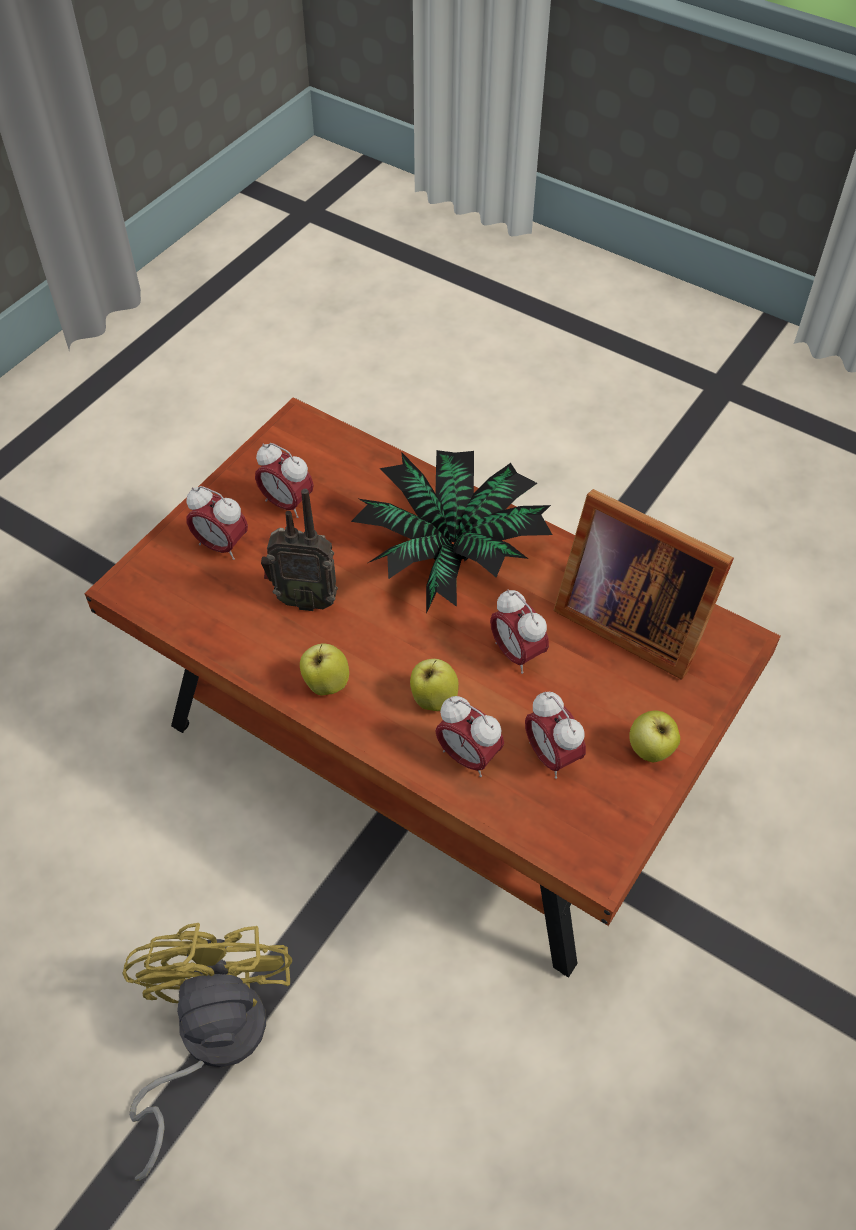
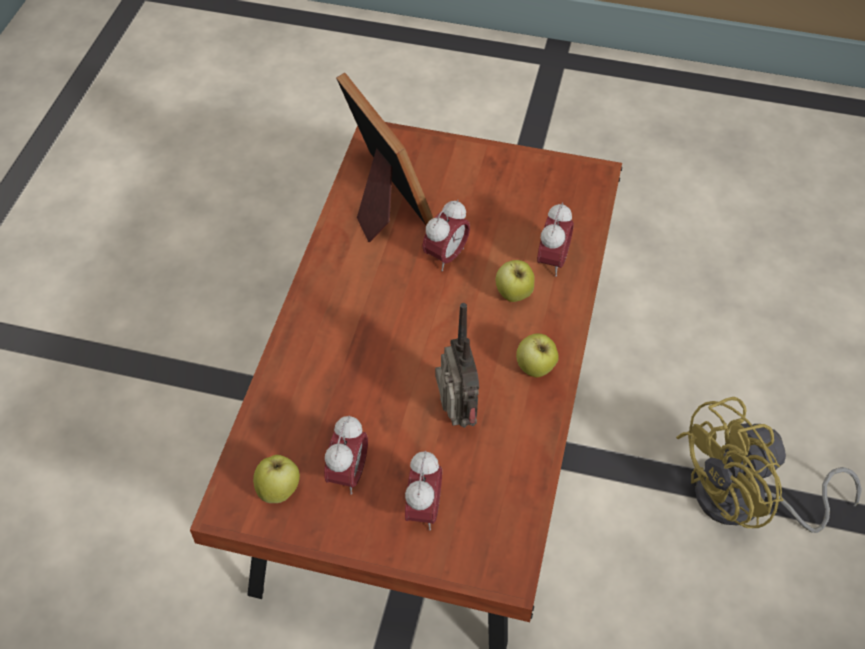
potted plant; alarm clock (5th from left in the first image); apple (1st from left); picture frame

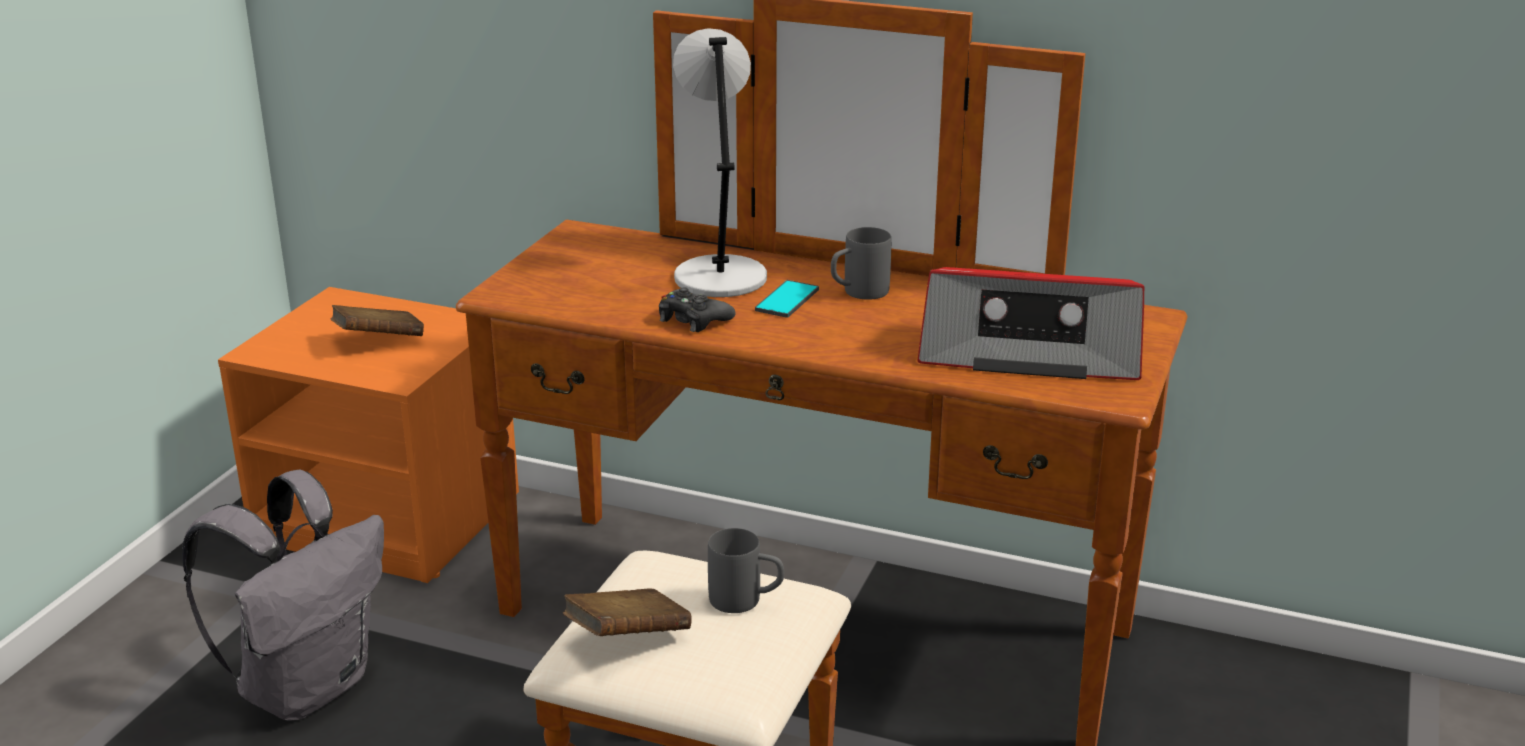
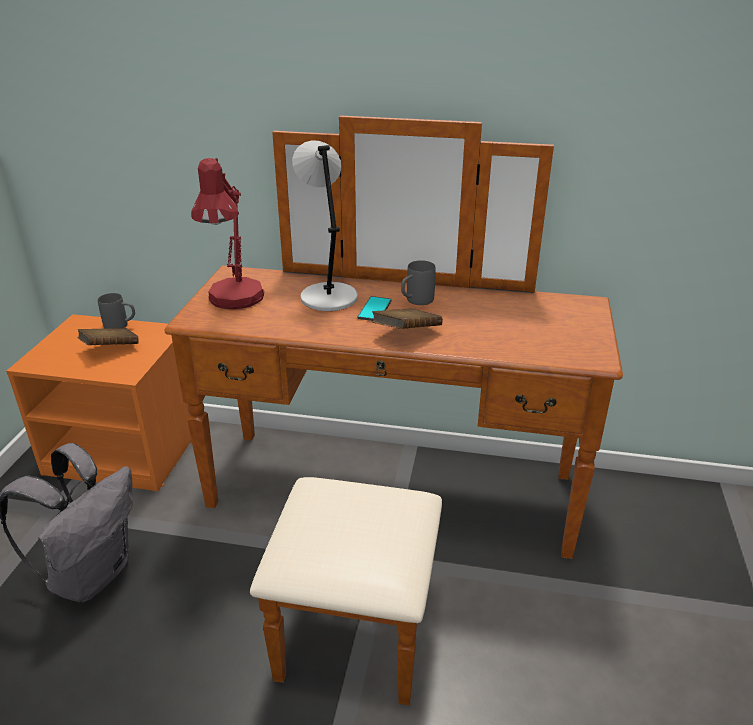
game controller in black; radio; table lamp in red; book in brown (2nd from left); mug in grey (1st from left)

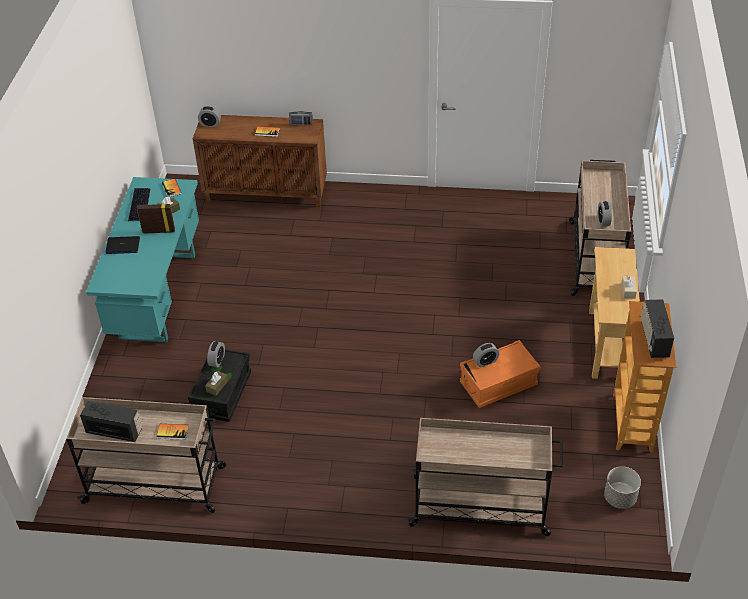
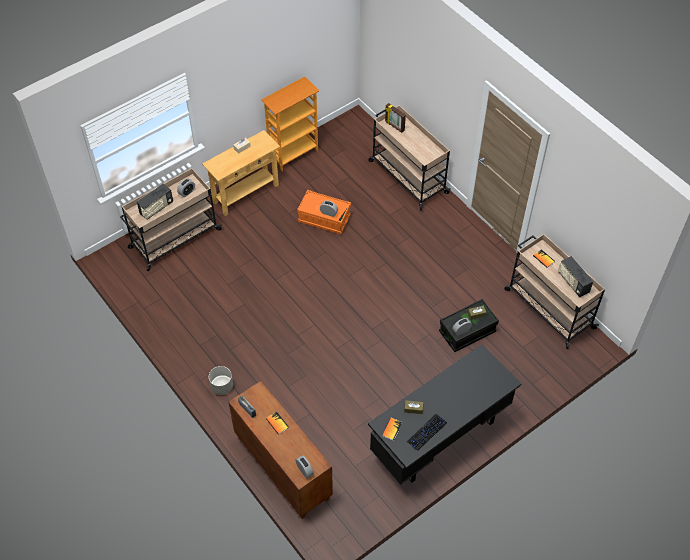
laptop; picture frame; planter in grey; radio (1st from left); desk in black

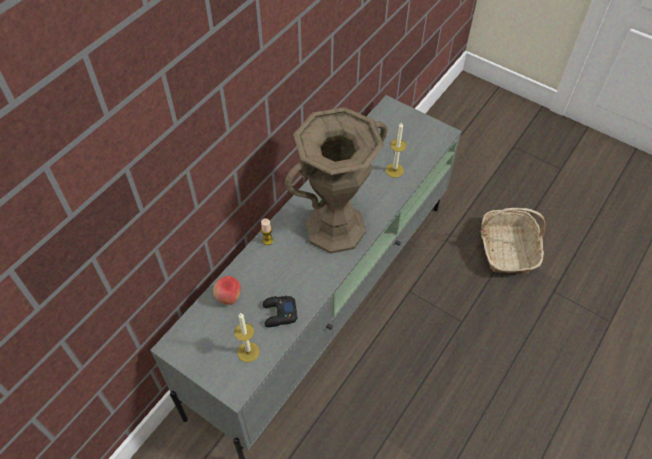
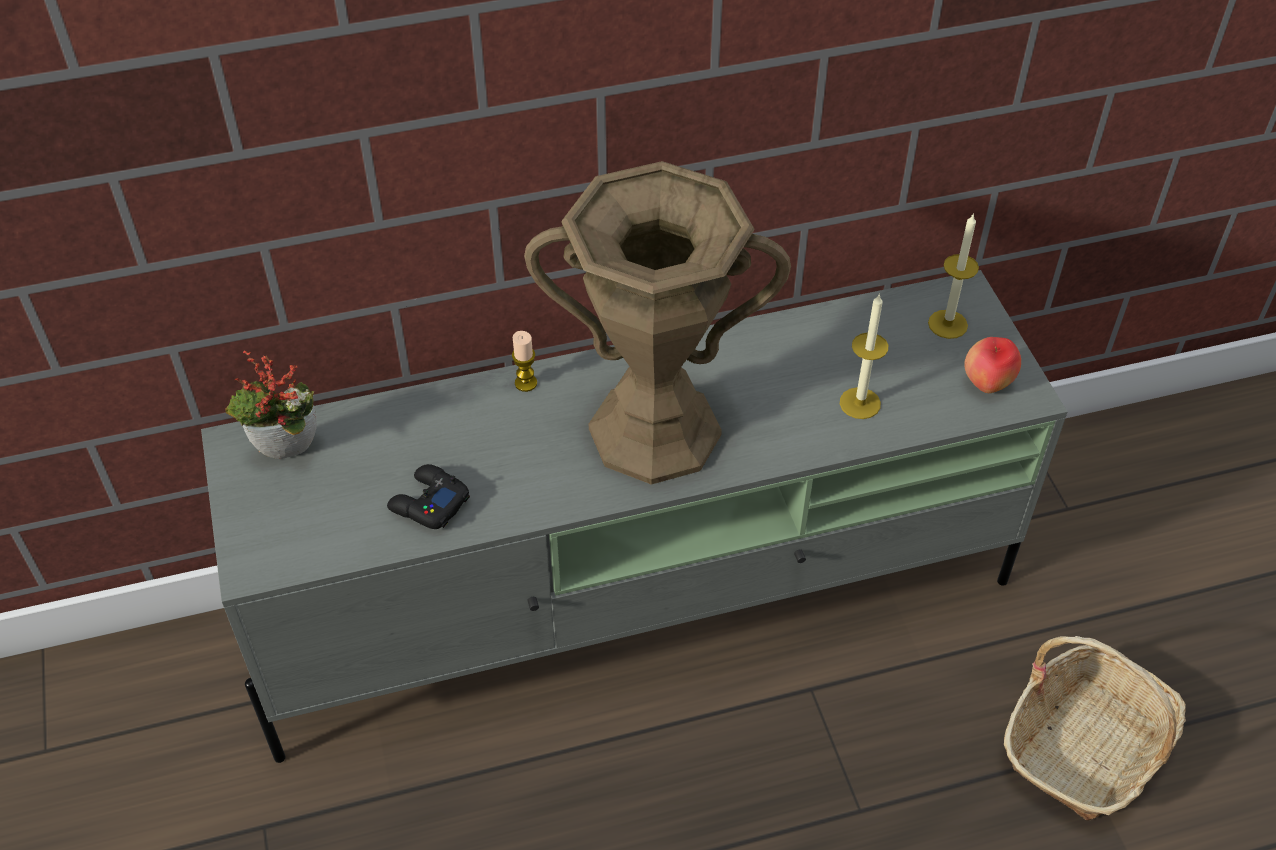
potted plant; apple; candle (3rd from left)

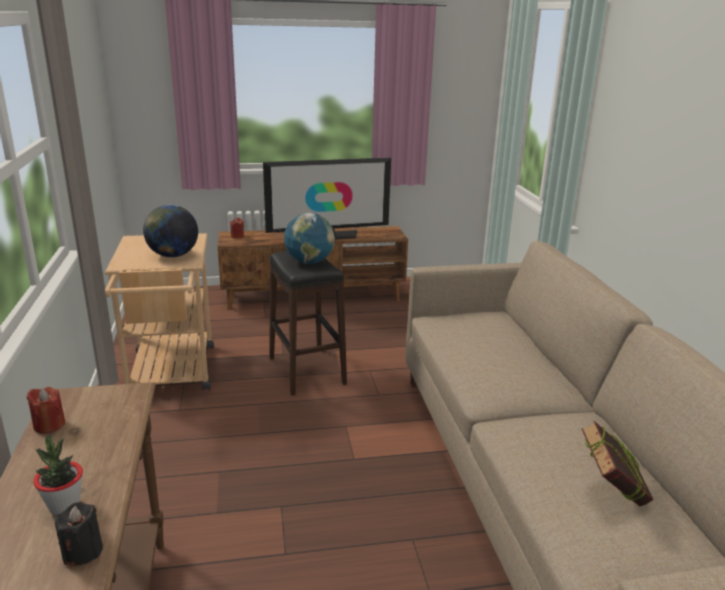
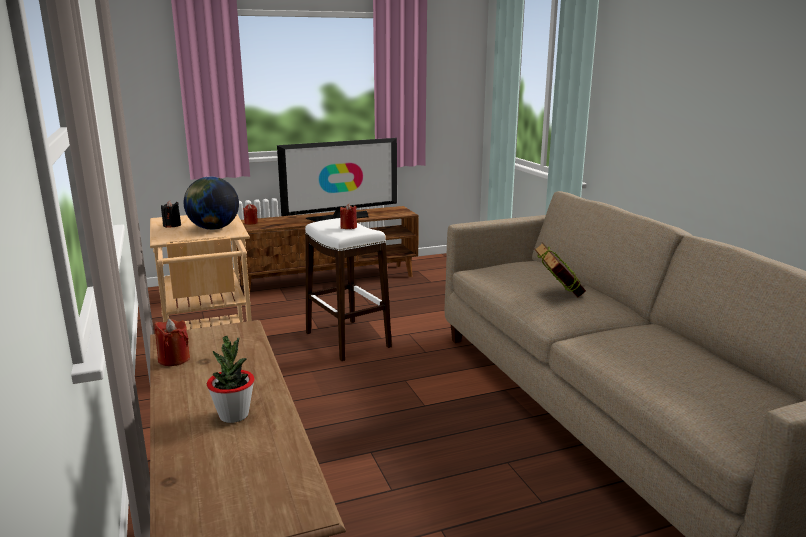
candle in black; book; candle in red (3rd from left); stool in white

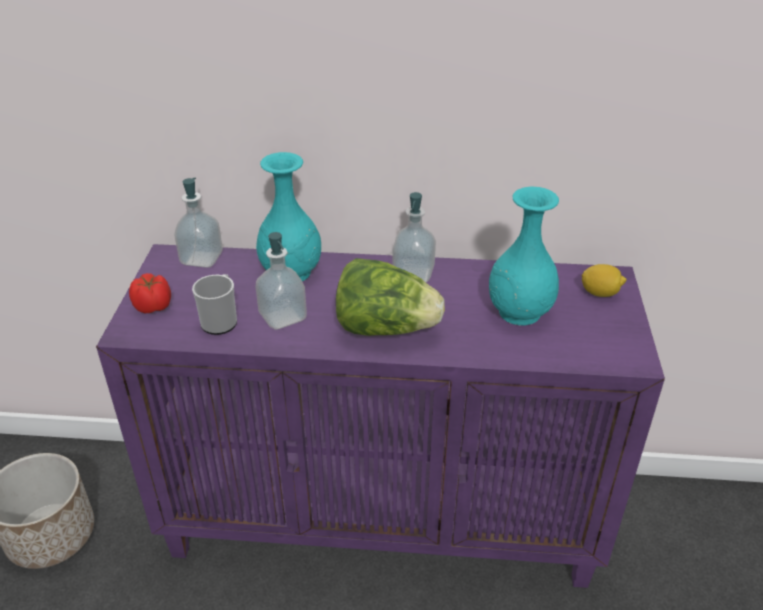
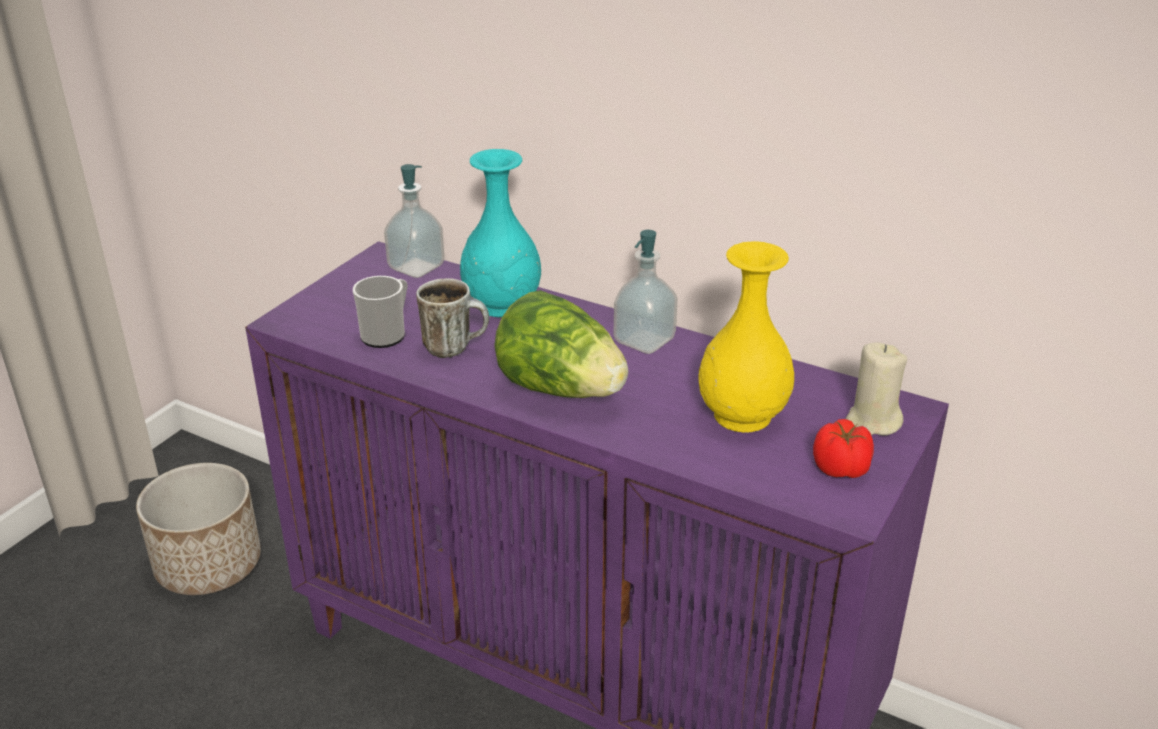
tomato; mug (2nd from left); candle in beige; vase in yellow

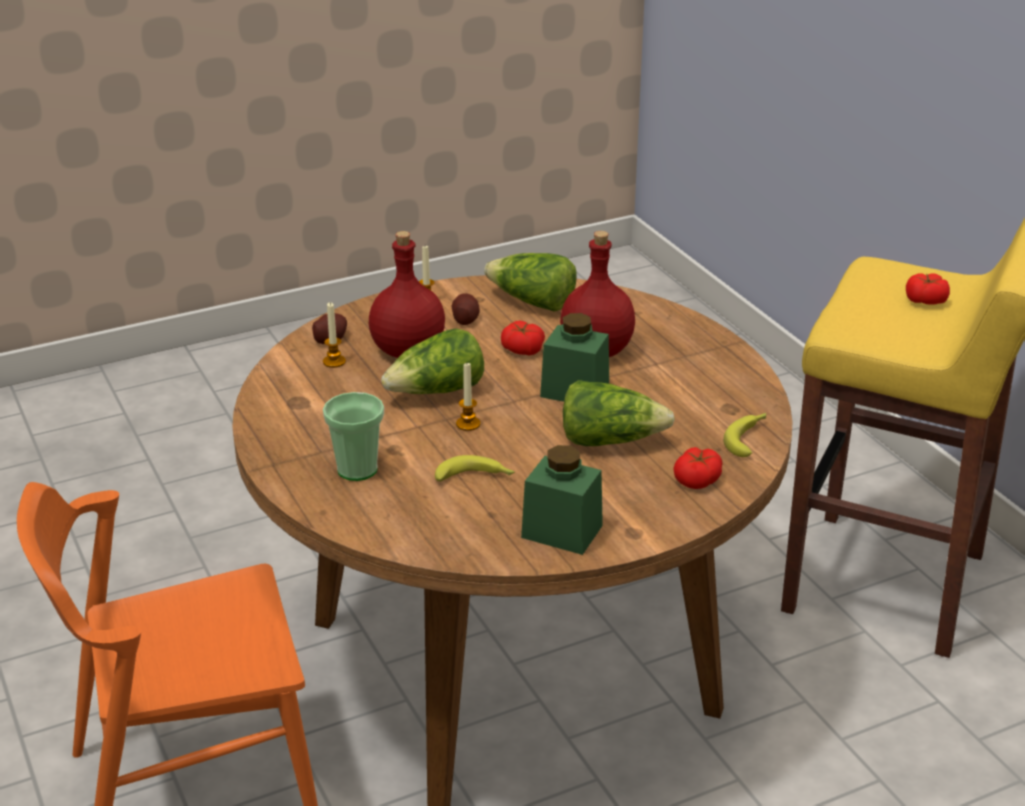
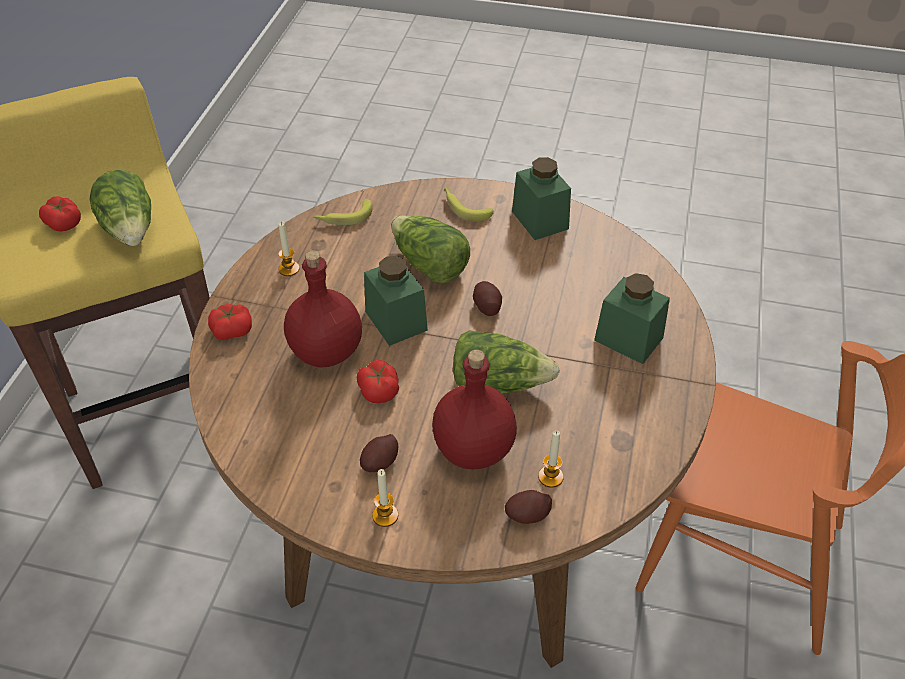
potato (2nd from left); banana (2nd from left); candle (1st from left); lettuce (1st from left); tomato (2nd from left); jar in green (3rd from left)

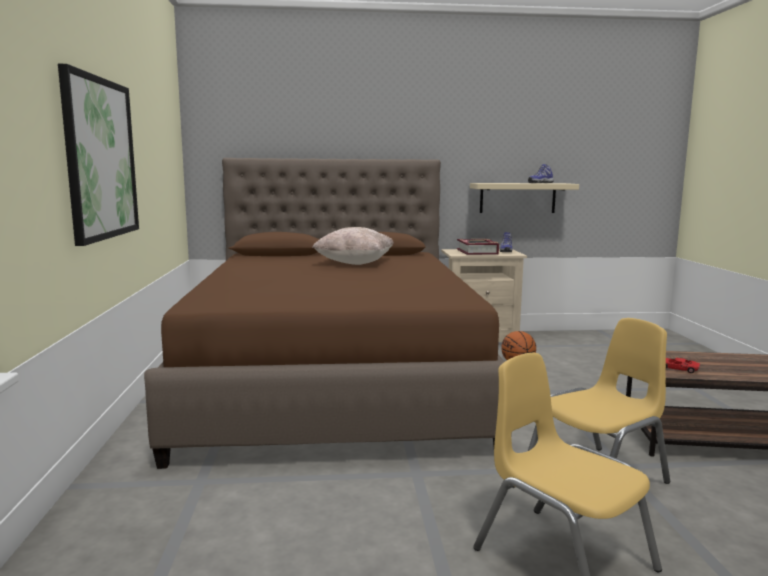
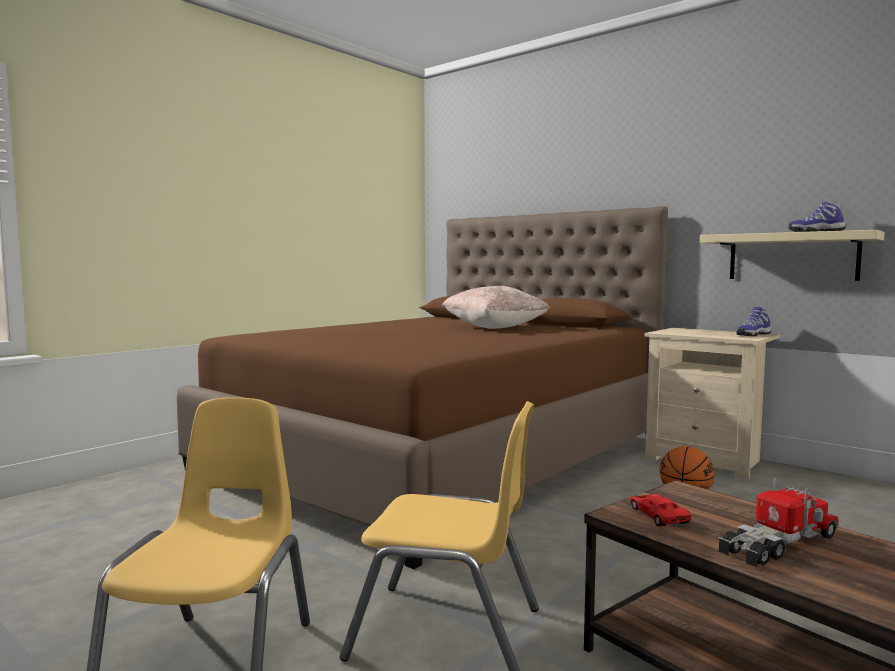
picture; book; toy truck

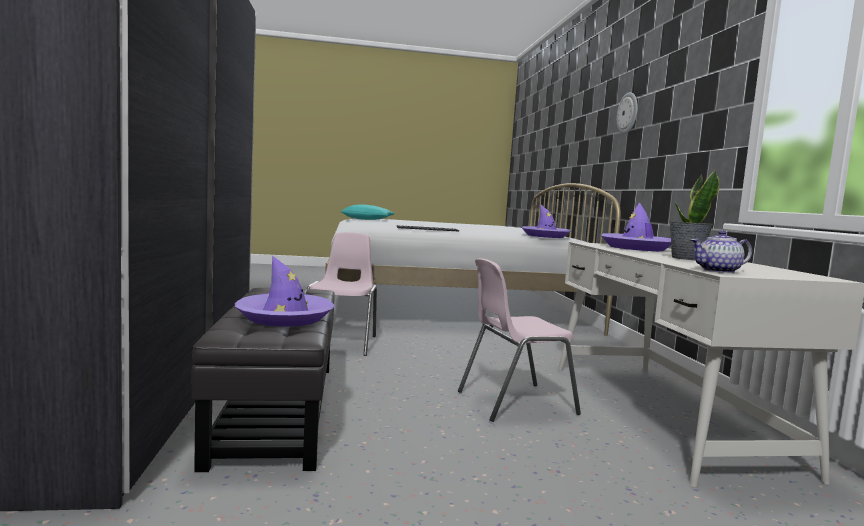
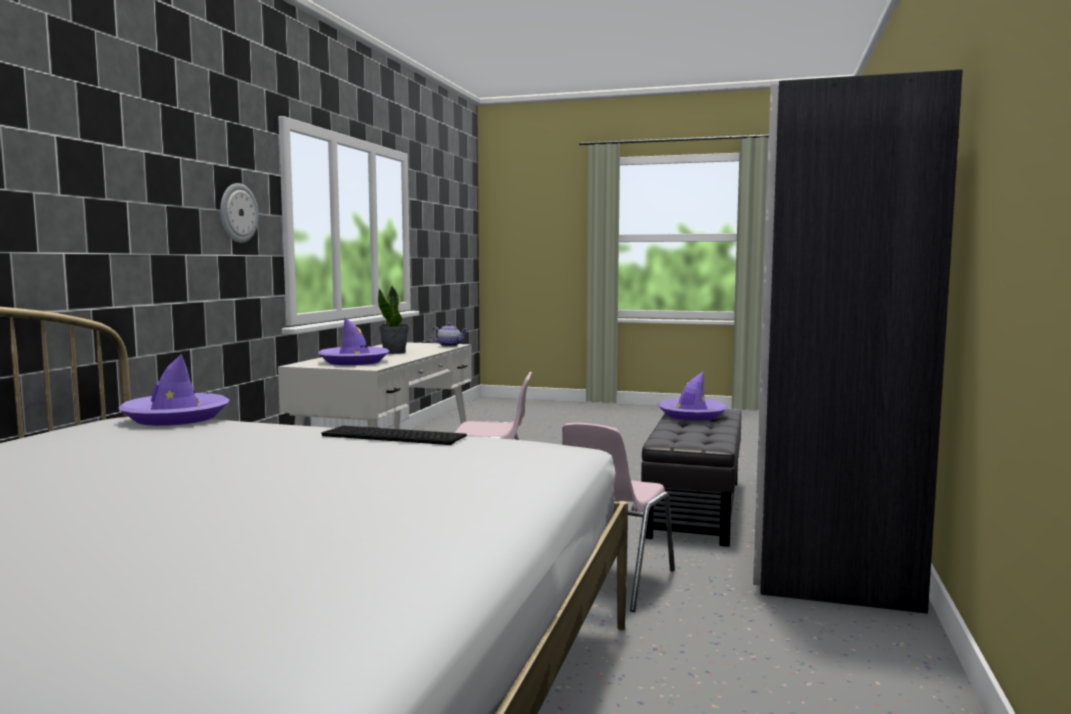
pillow in turquoise; wall clock

